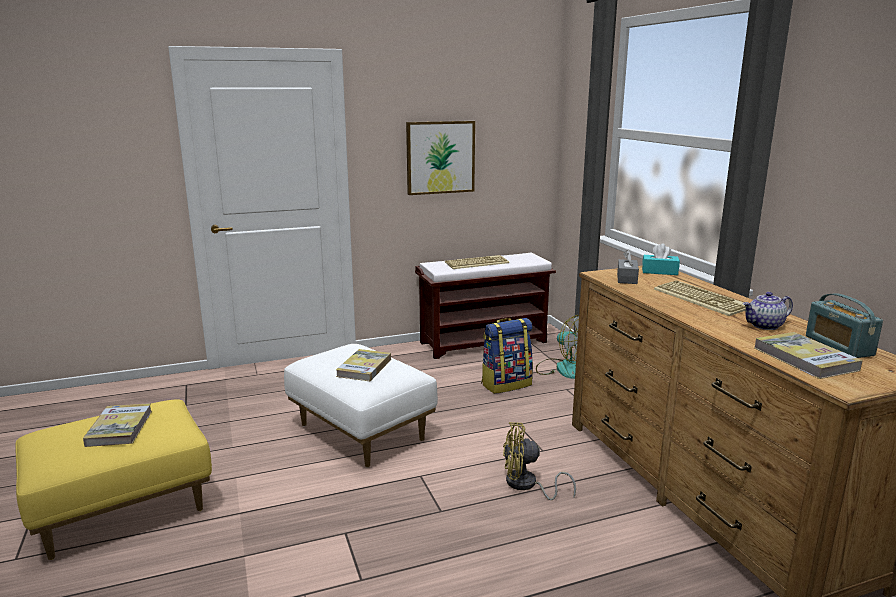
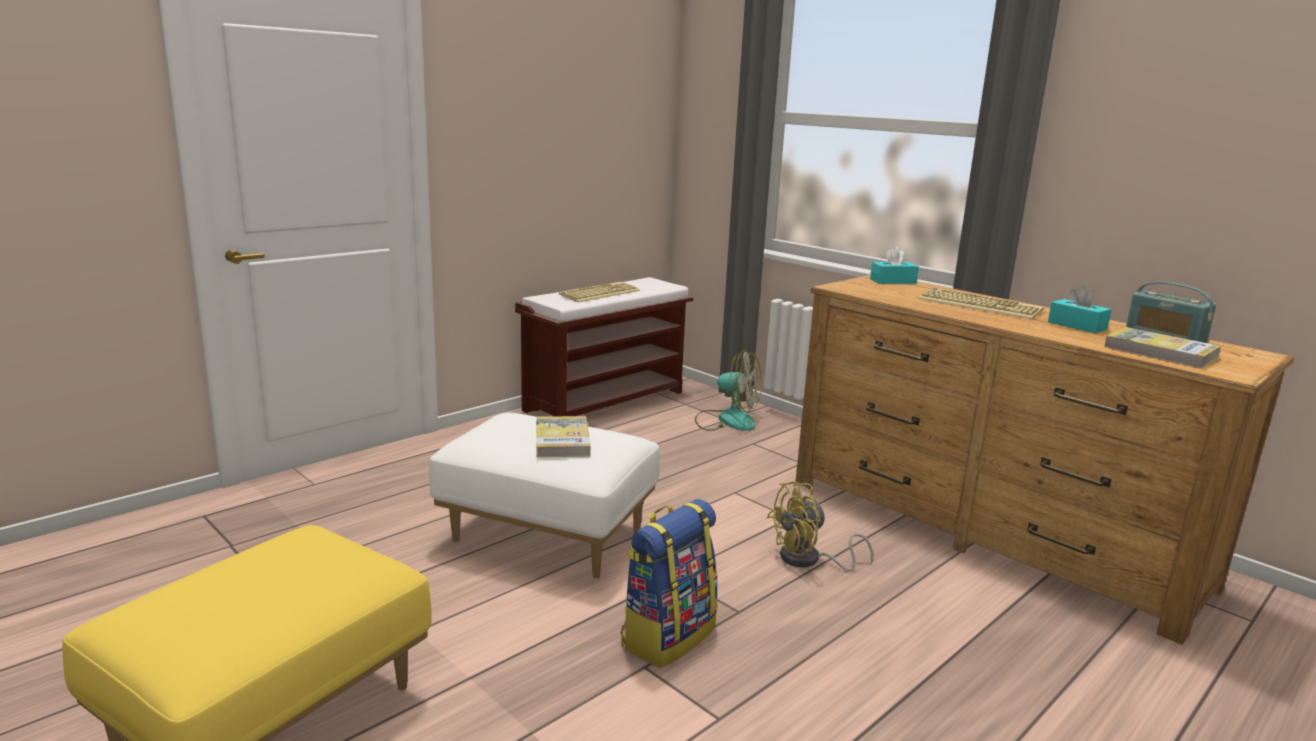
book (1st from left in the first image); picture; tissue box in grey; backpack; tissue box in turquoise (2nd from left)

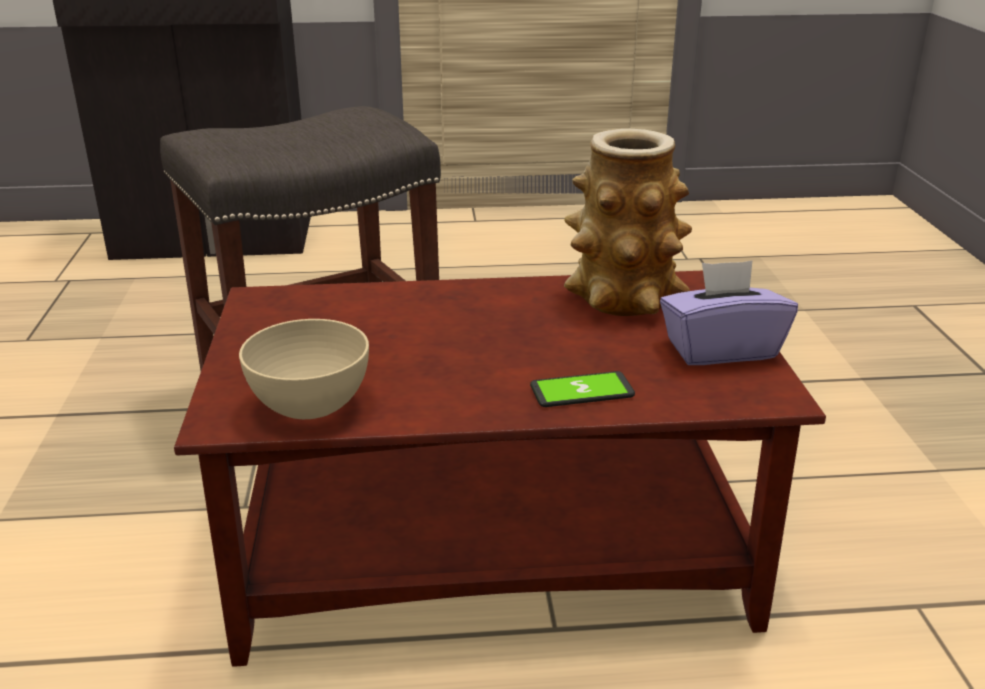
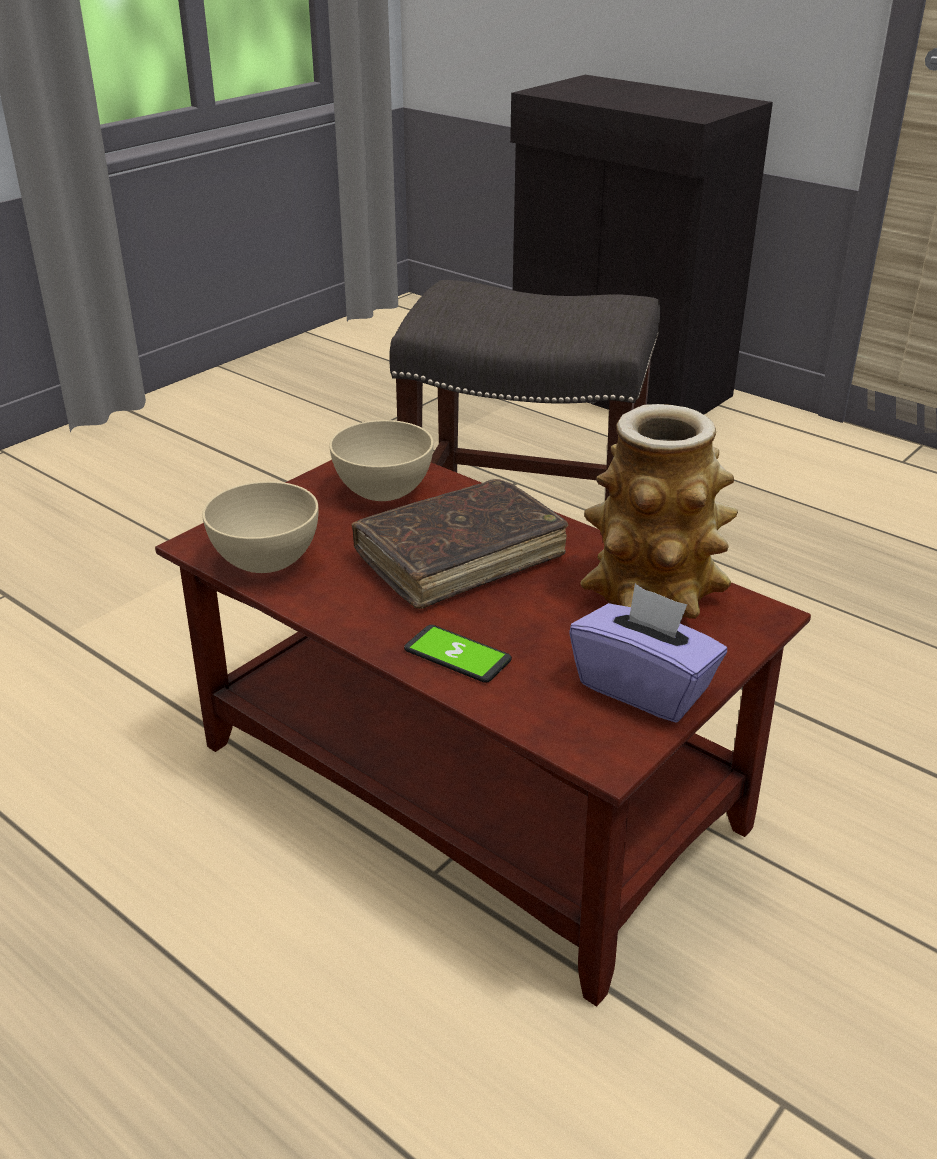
bowl in beige (2nd from left); book in brown

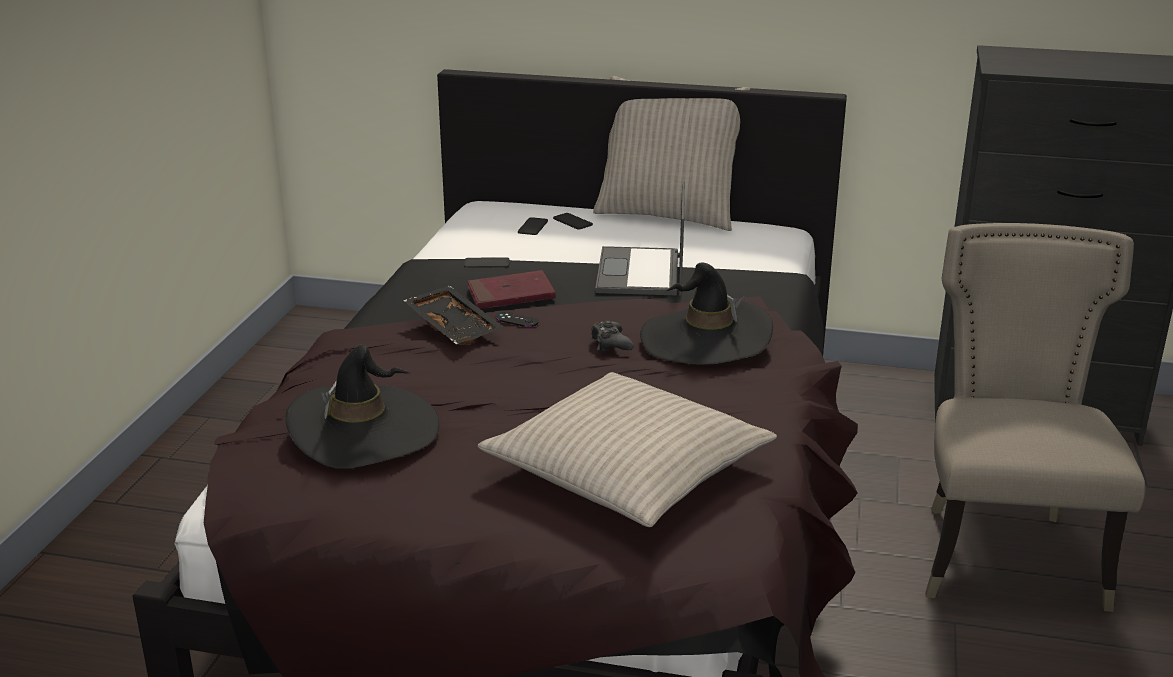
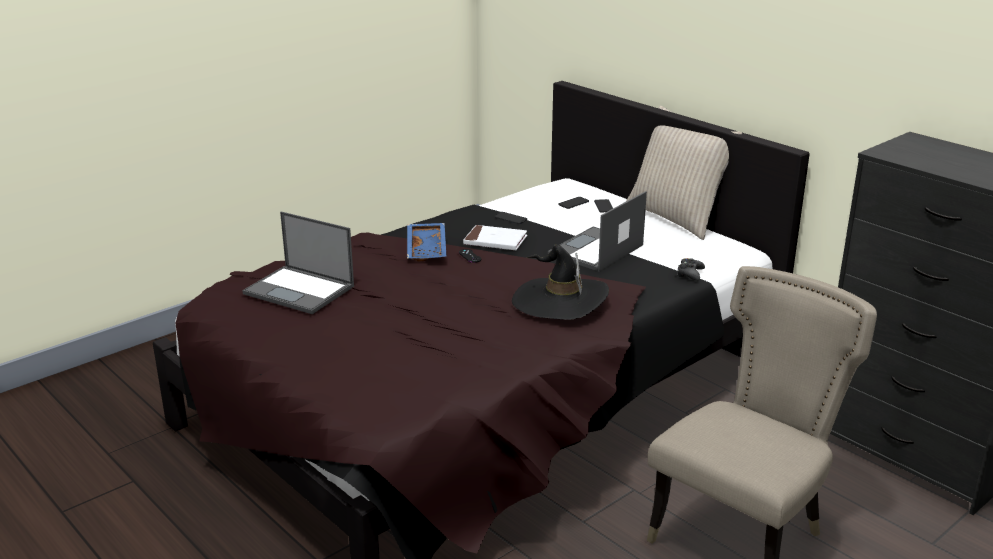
pillow in beige (1st from left in the first image); game controller in black (2nd from left); laptop (1st from left); tray in blue; book in white

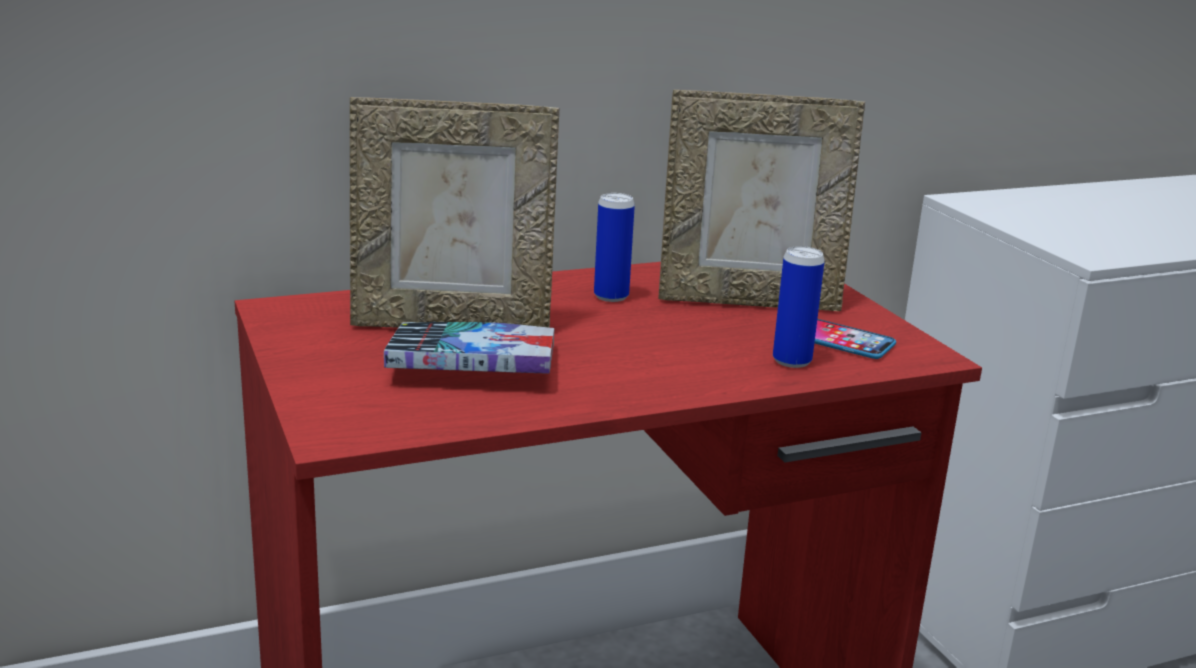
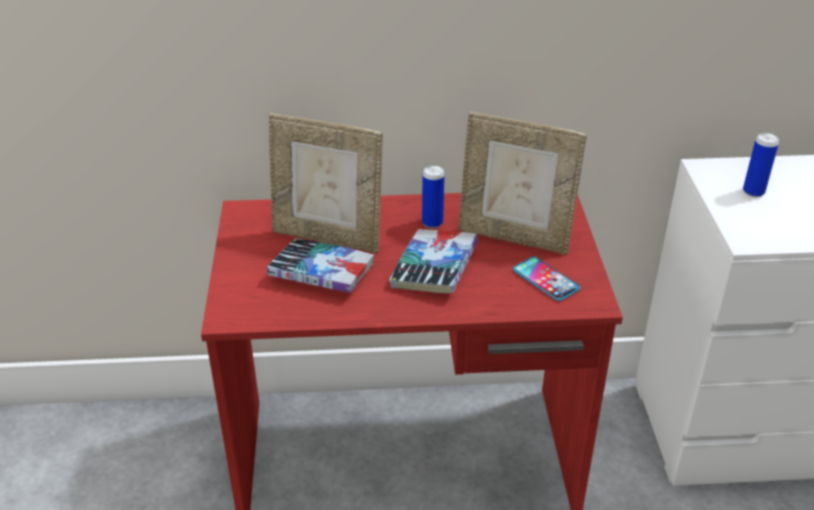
book (2nd from left); can (2nd from left)

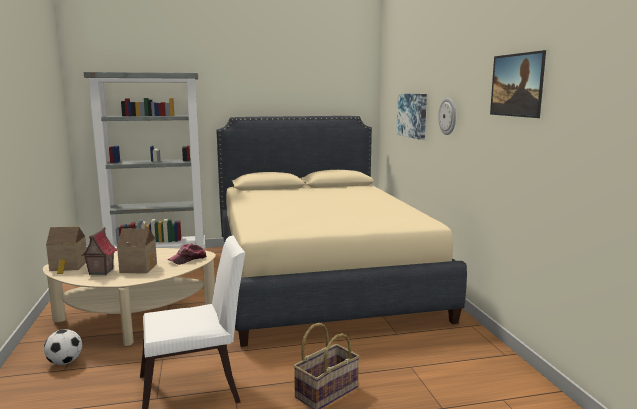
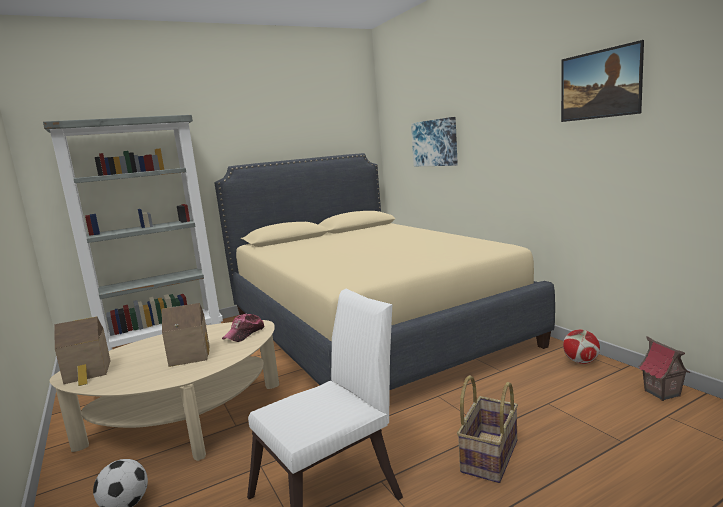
wall clock; football (2nd from left); toy house (3rd from left)

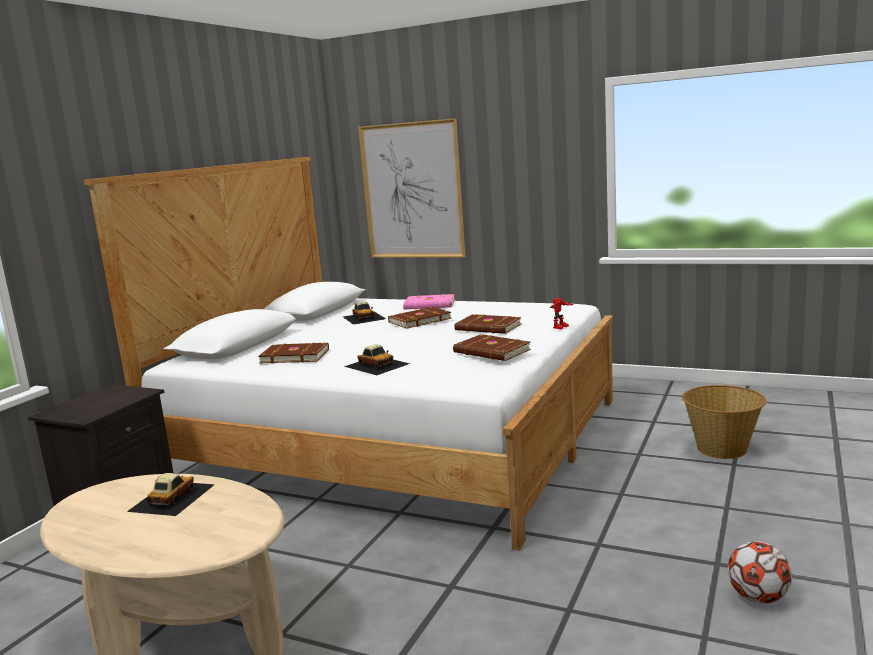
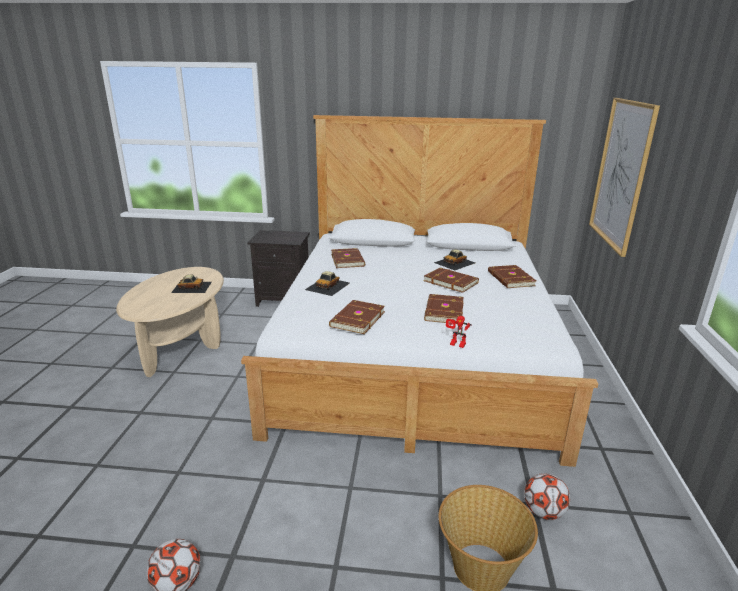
football (2nd from left); book in brown (5th from left)

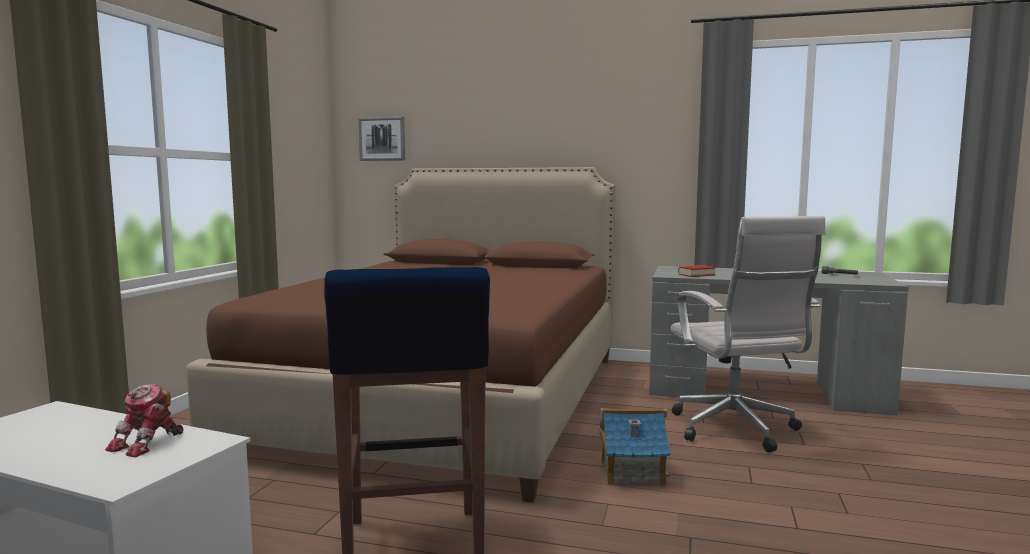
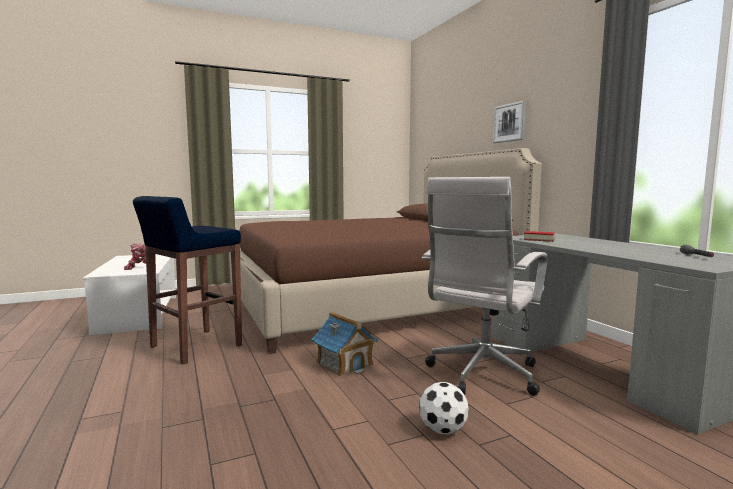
football; picture

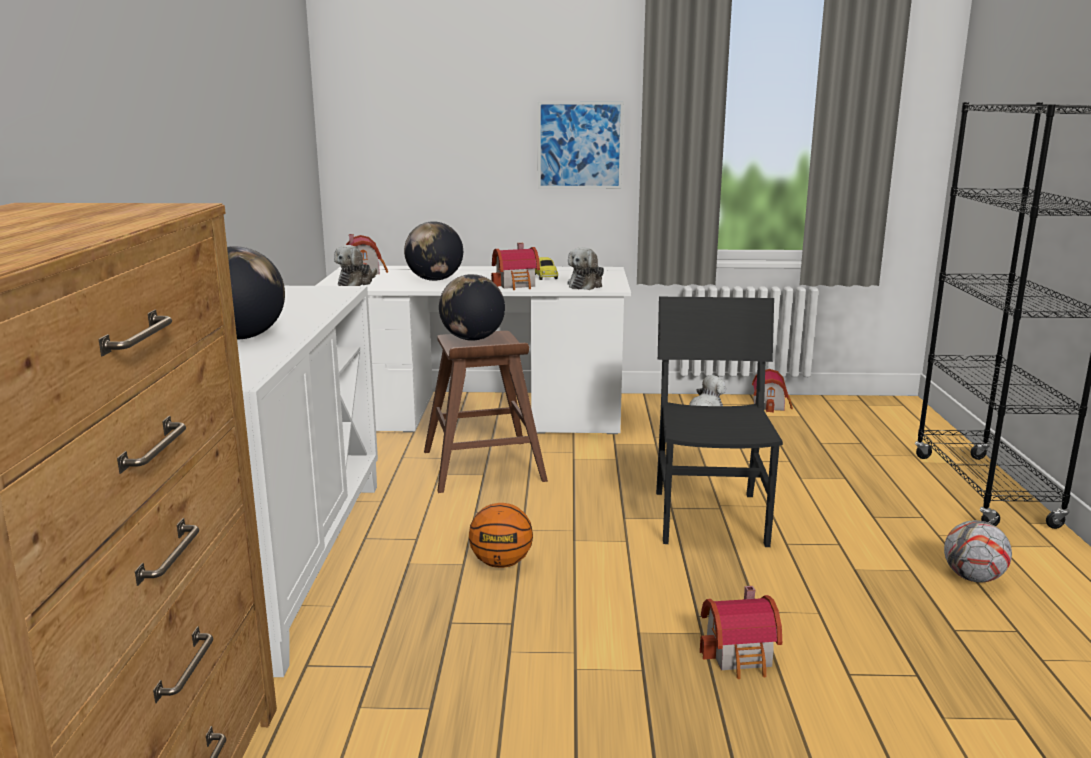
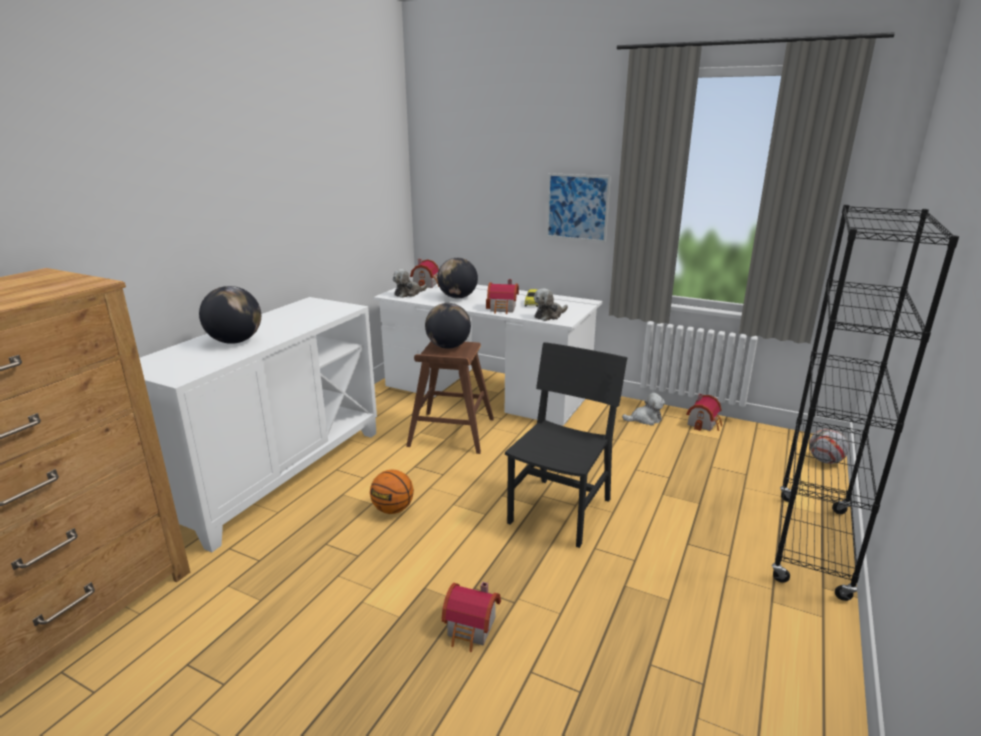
football

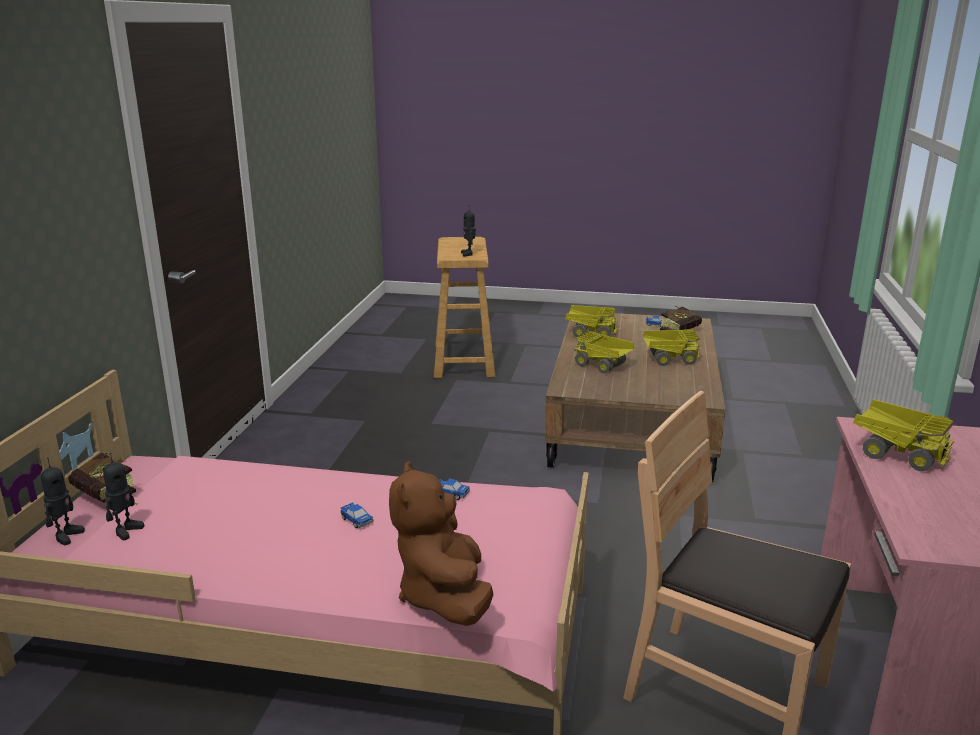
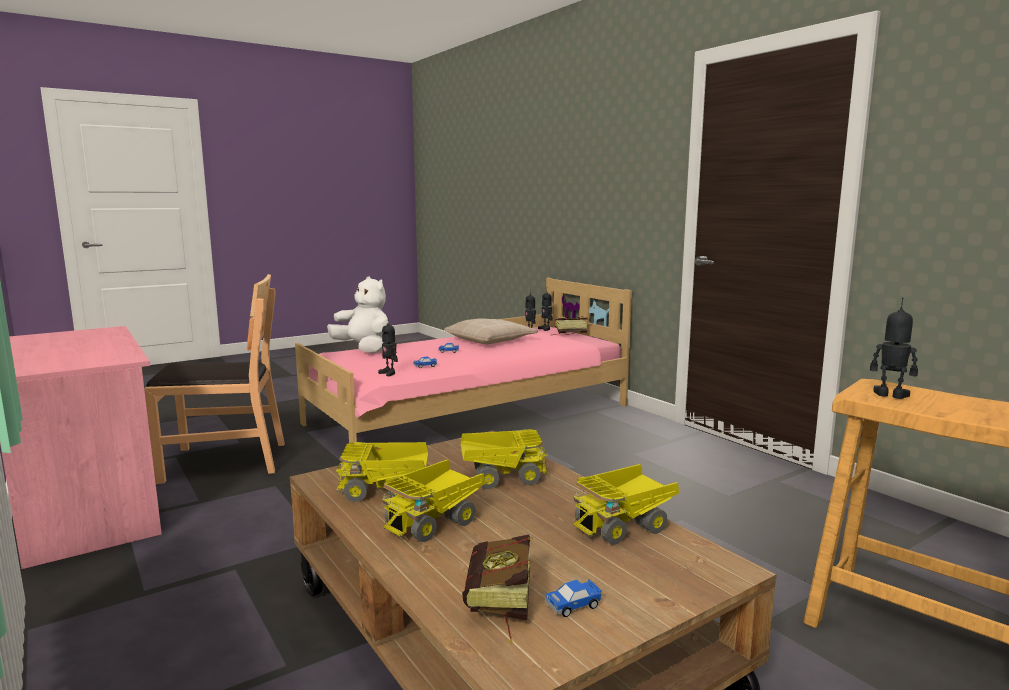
toy robot (1st from left); pillow in beige; toy truck (1st from left); plush toy in white

